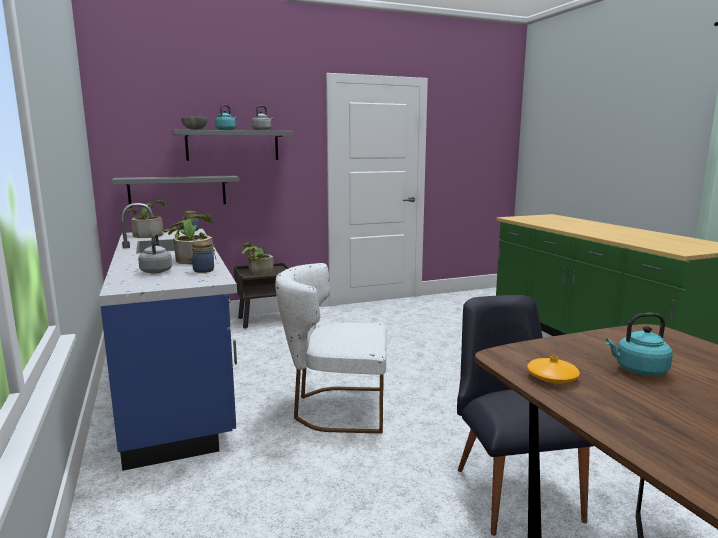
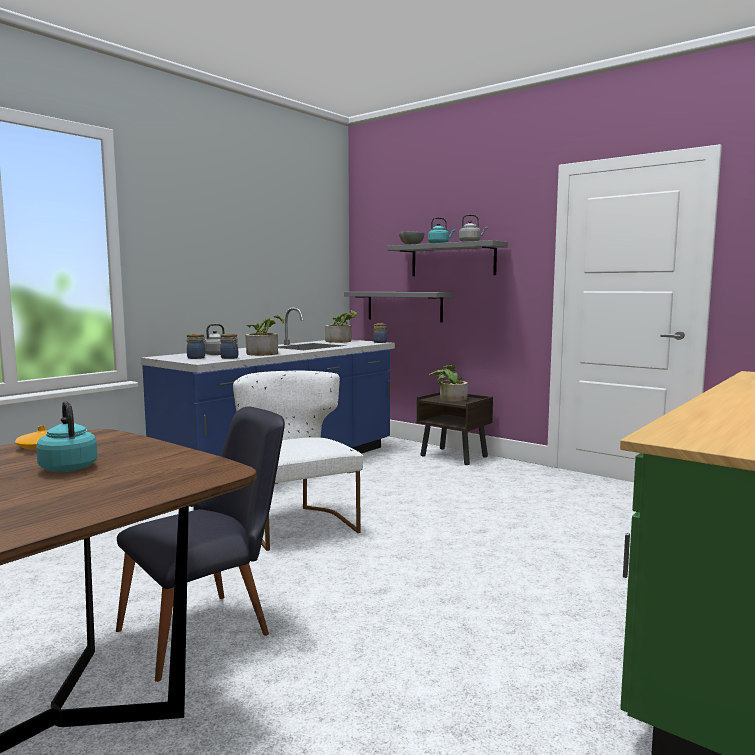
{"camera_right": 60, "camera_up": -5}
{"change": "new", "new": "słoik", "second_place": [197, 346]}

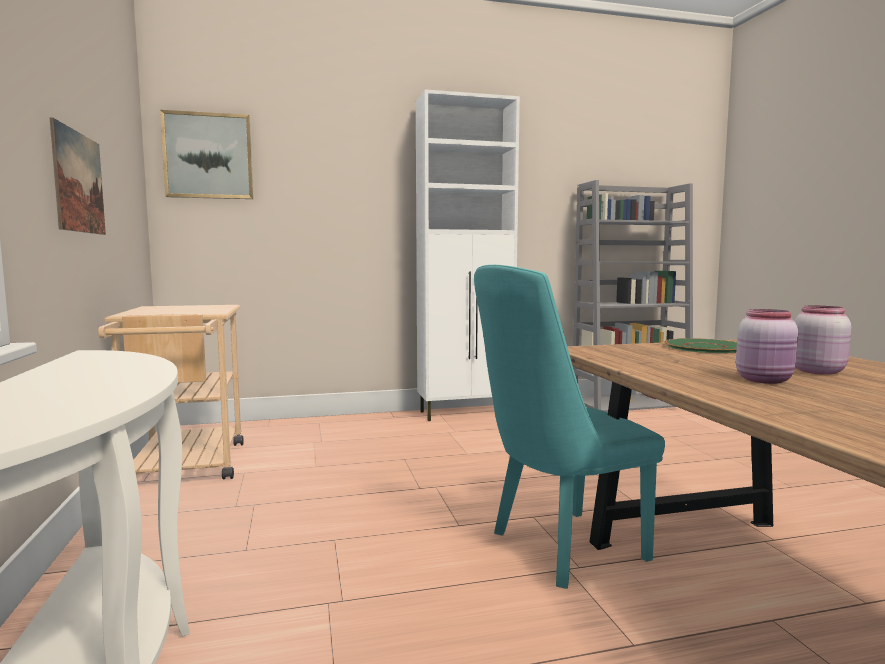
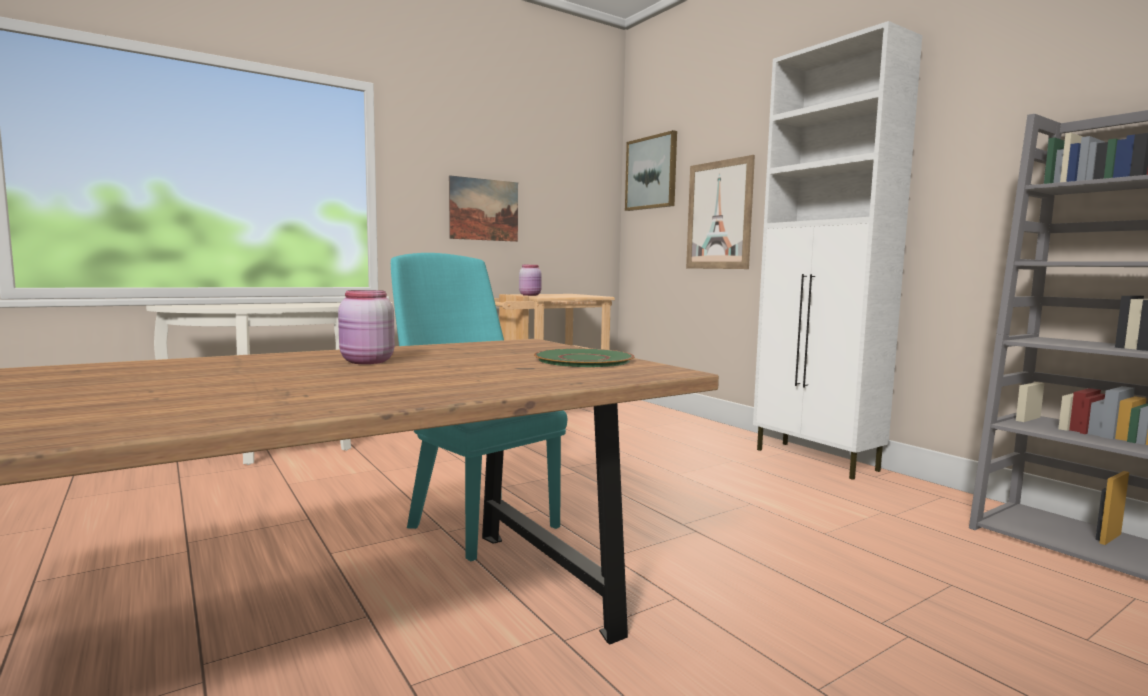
{"camera_right": 70, "camera_up": 0}
{"change": "shifted", "old": "słoik [różowy]", "first_place": [822, 340], "second_place": [530, 280]}
{"change": "new", "new": "obraz", "second_place": [720, 212]}

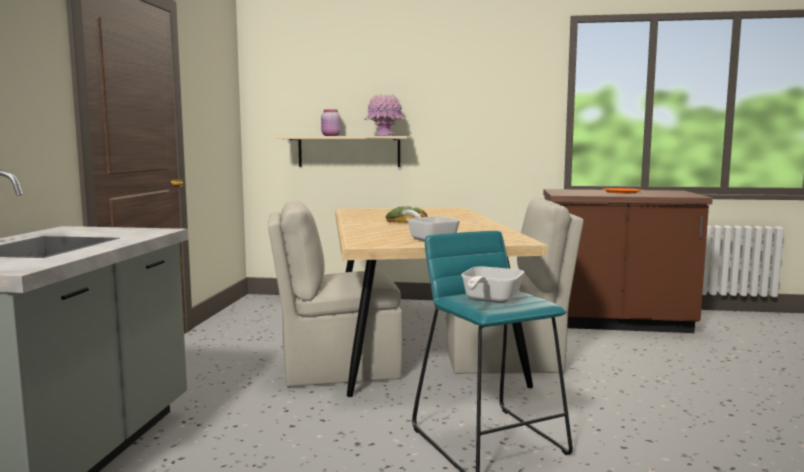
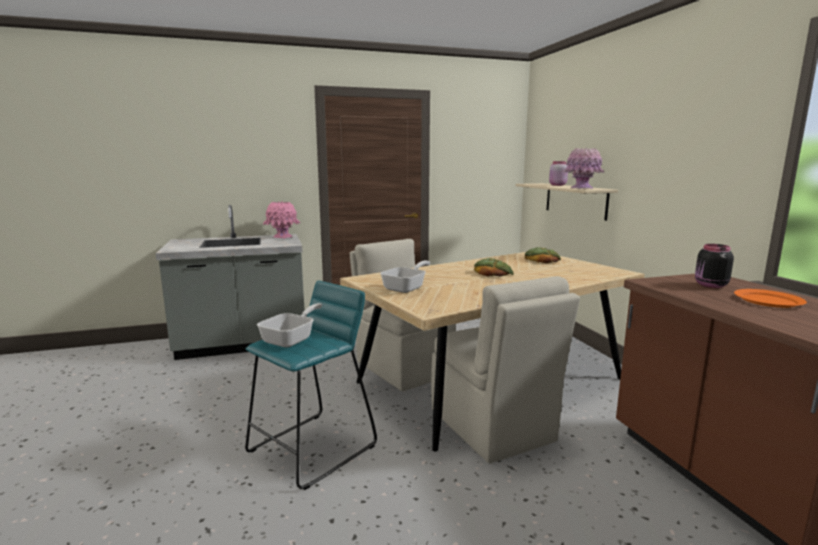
{"camera_right": 65, "camera_up": 5}
{"change": "rotated", "old": "patelnia", "first_place": [492, 284], "second_place": [290, 325], "degrees": 120}
{"change": "new", "new": "wazon [różowy]", "second_place": [281, 220]}
{"change": "new", "new": "chleb", "second_place": [543, 255]}
{"change": "new", "new": "słoik [czarny]", "second_place": [714, 266]}

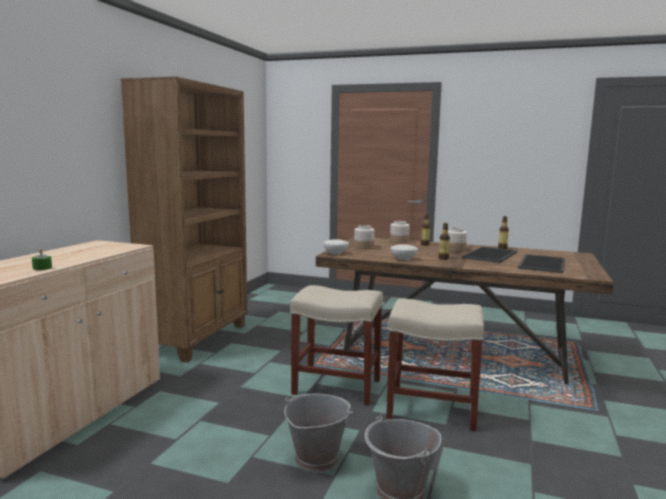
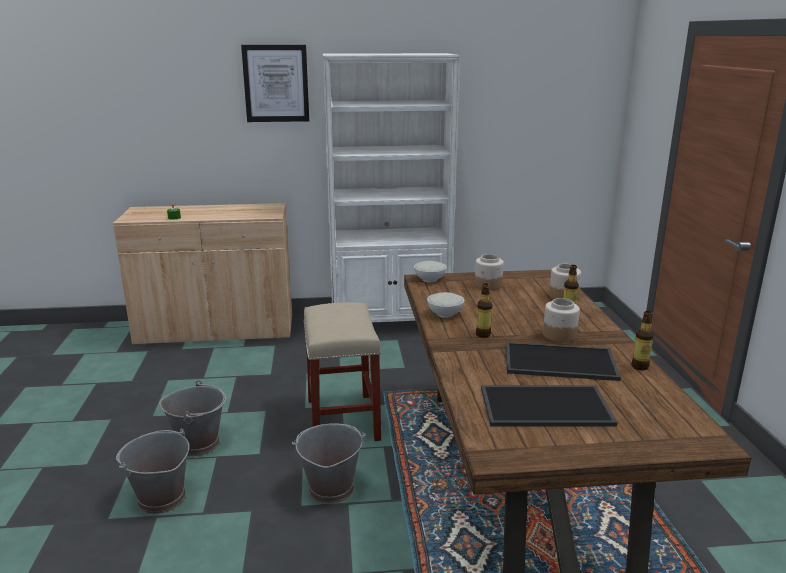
{"camera_right": 65, "camera_up": 10}
{"change": "repainted", "old": "regał [brązowy]", "new": "regał [biały]", "first_place": [183, 219], "second_place": [391, 187]}
{"change": "swapped", "old": "stołek [beżowy]", "new": "wiadro [szary]", "first_place": [435, 364], "second_place": [329, 463]}
{"change": "new", "new": "obraz", "second_place": [275, 83]}

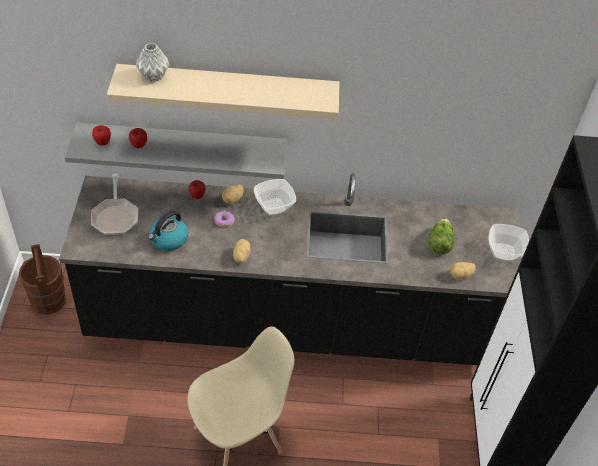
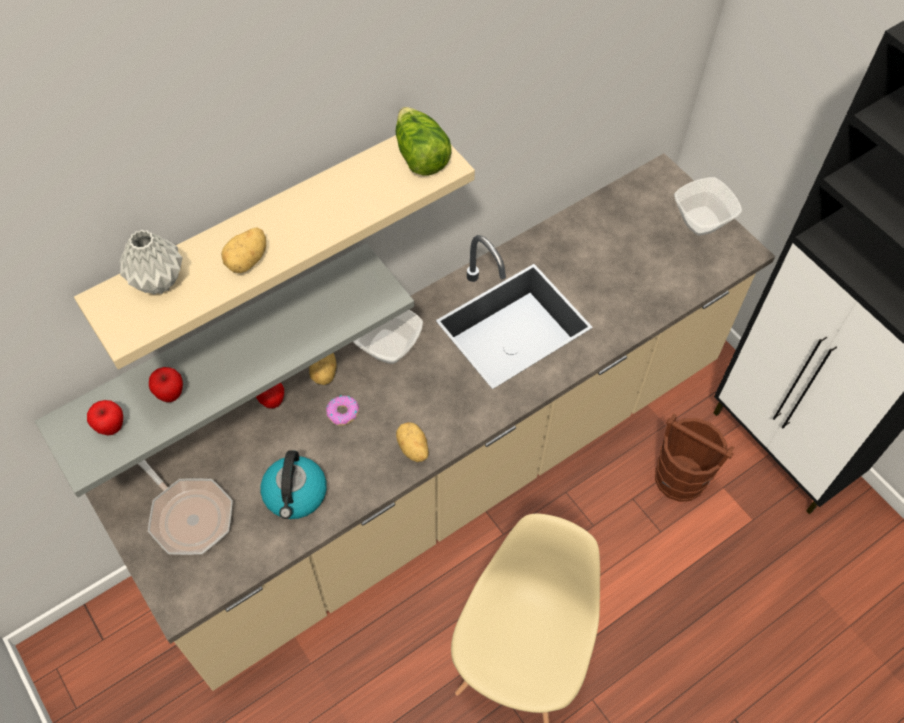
{"camera_right": -35, "camera_up": 10}
{"change": "shifted", "old": "wiadro [brązowy]", "first_place": [42, 279], "second_place": [695, 457]}
{"change": "repainted", "old": "zabudowa kuchenna [czarny]", "new": "zabudowa kuchenna [beżowy]", "first_place": [291, 269], "second_place": [430, 422]}
{"change": "shifted", "old": "sałata", "first_place": [441, 236], "second_place": [424, 141]}
{"change": "shifted", "old": "ziemniak", "first_place": [463, 270], "second_place": [243, 250]}

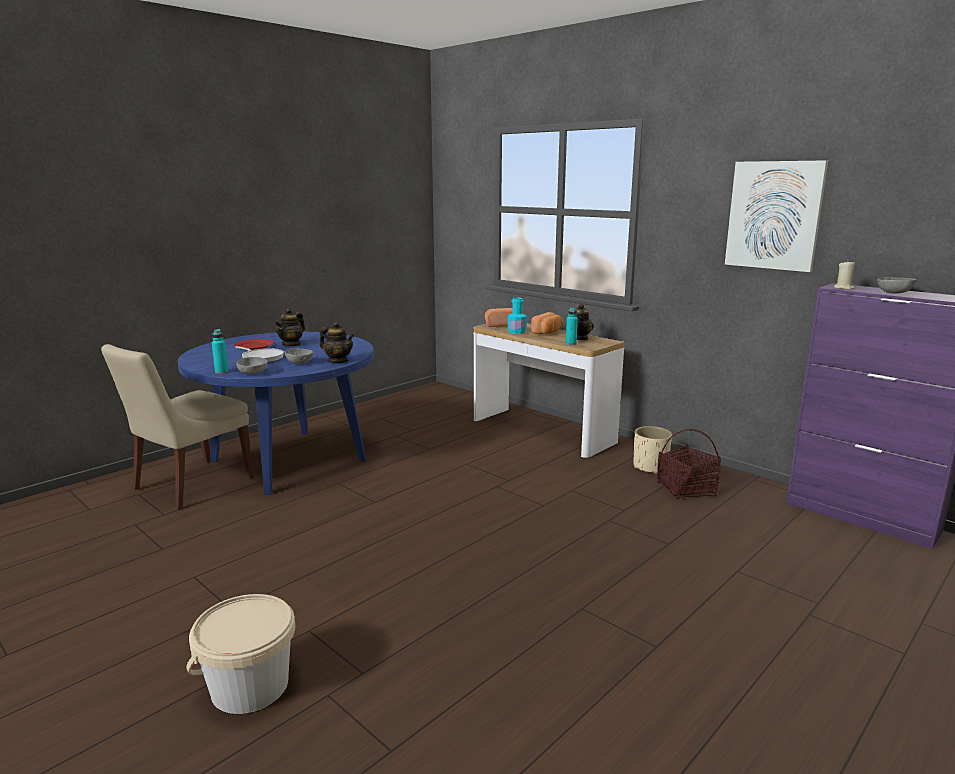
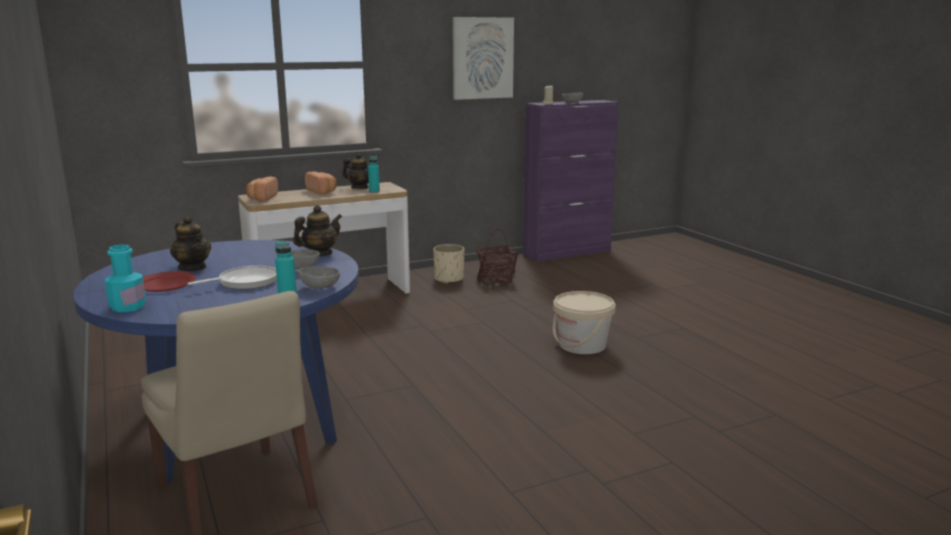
{"camera_right": -70, "camera_up": 0}
{"change": "shifted", "old": "wiadro [beżowy]", "first_place": [240, 654], "second_place": [584, 322]}
{"change": "shifted", "old": "butelka [turkusowy]", "first_place": [517, 316], "second_place": [125, 278]}

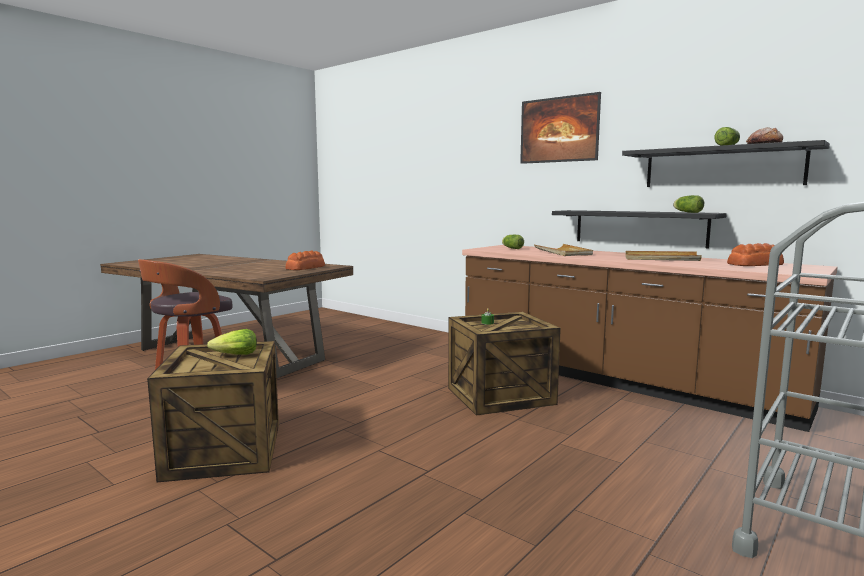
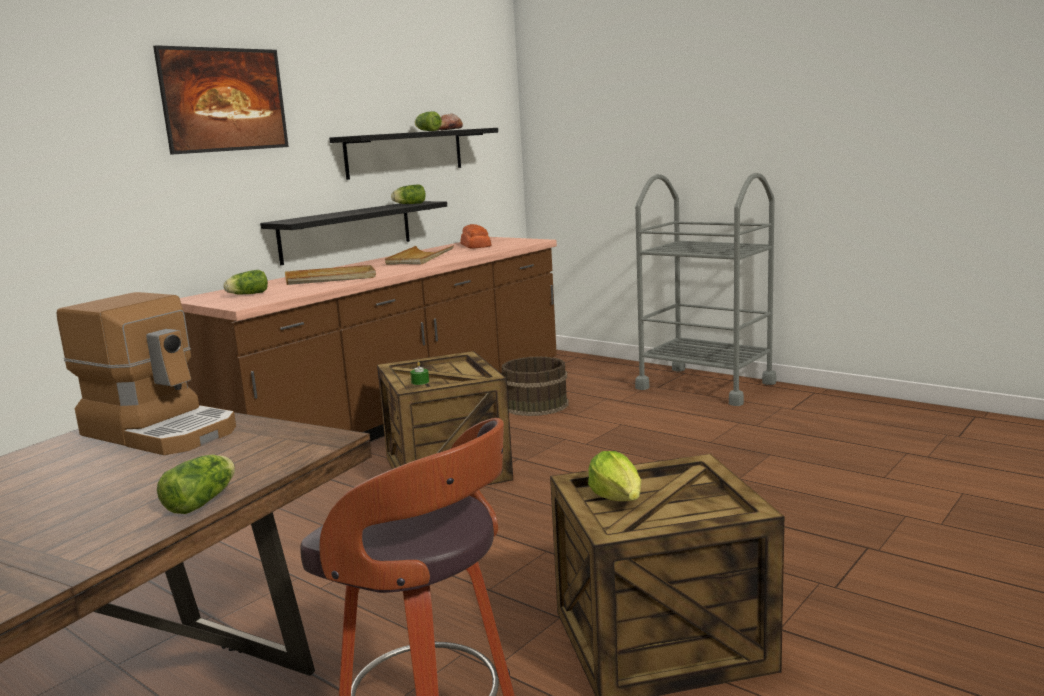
{"camera_right": -90, "camera_up": 5}
{"change": "swapped", "old": "chleb", "new": "ekspres do kawy", "first_place": [305, 260], "second_place": [146, 373]}
{"change": "new", "new": "sałata", "second_place": [196, 484]}
{"change": "new", "new": "wiadro [brązowy]", "second_place": [535, 386]}

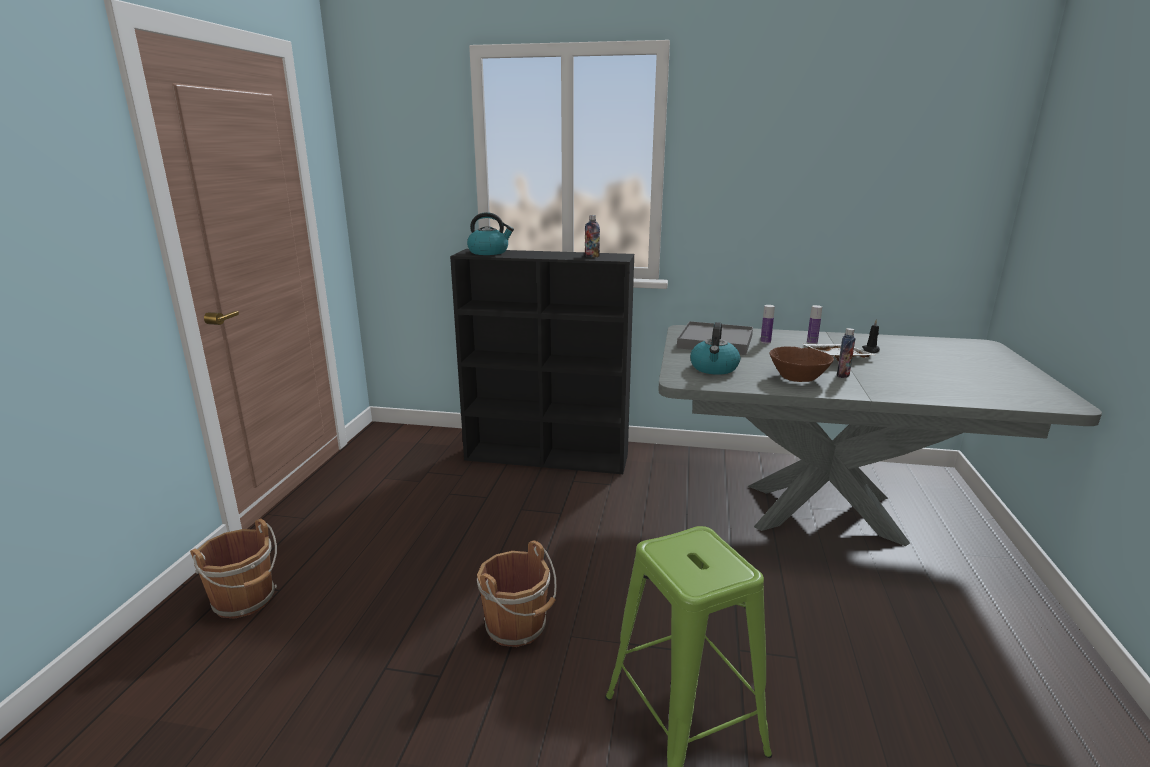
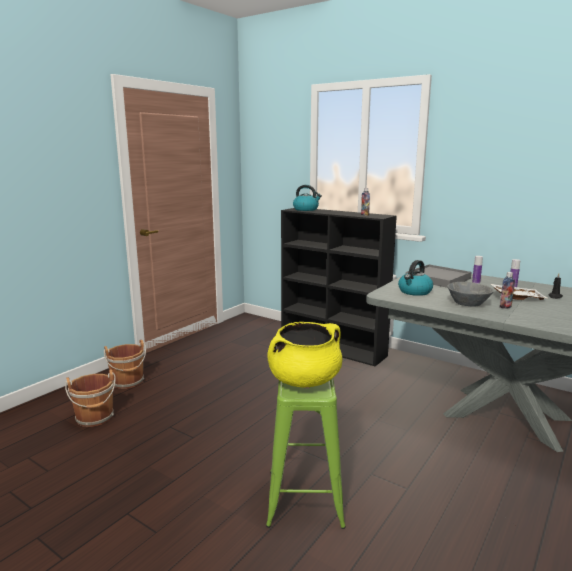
{"camera_right": 25, "camera_up": -5}
{"change": "shifted", "old": "wiadro [brązowy]", "first_place": [517, 594], "second_place": [90, 398]}
{"change": "repainted", "old": "miska [brązowy]", "new": "miska [szary]", "first_place": [801, 364], "second_place": [470, 294]}
{"change": "new", "new": "garnek [żółty]", "second_place": [304, 355]}

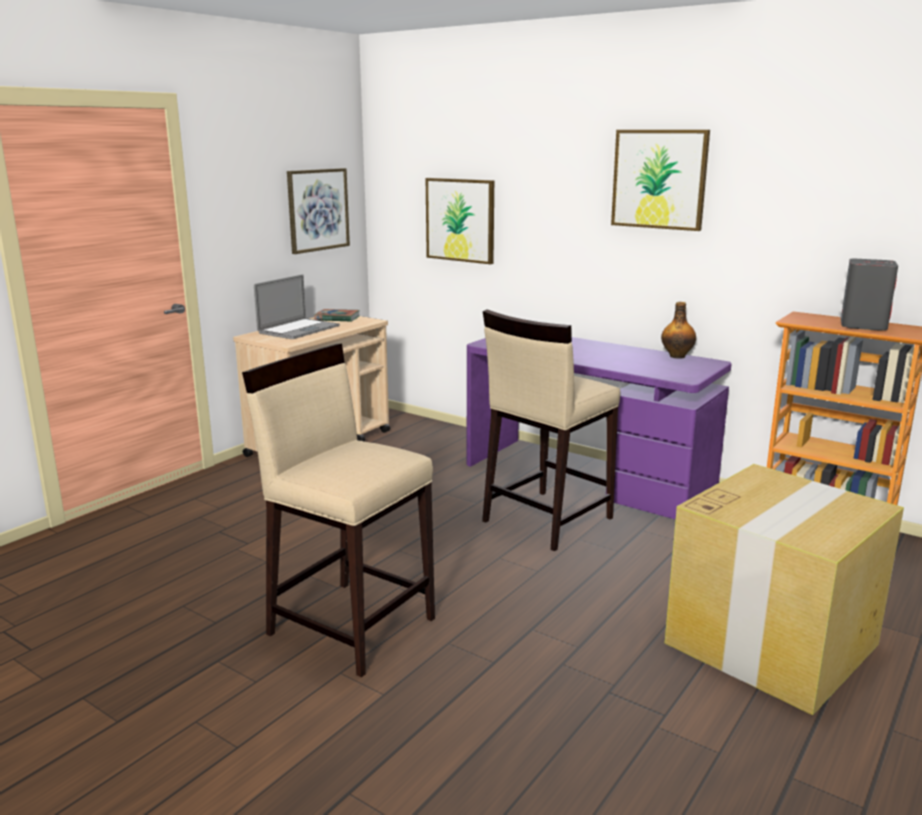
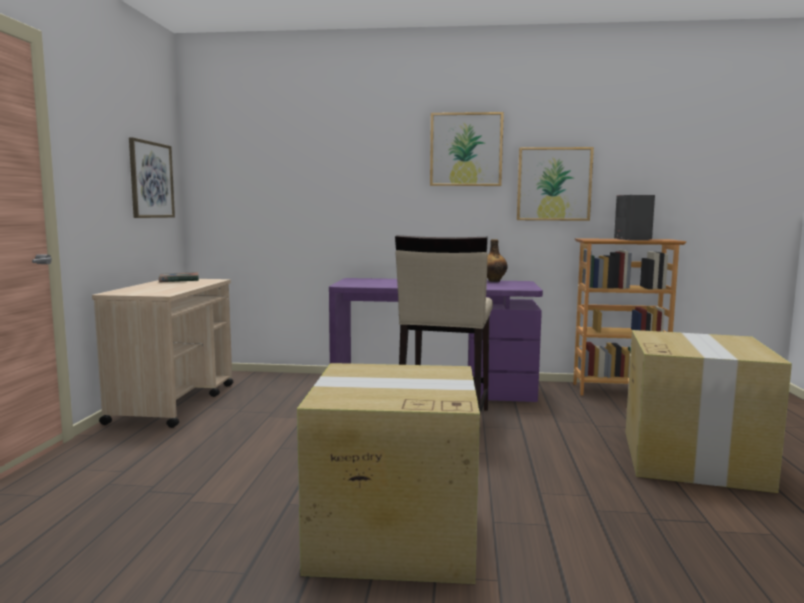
{"camera_right": -30, "camera_up": -10}
{"change": "swapped", "old": "stołek [beżowy]", "new": "karton", "first_place": [338, 510], "second_place": [388, 473]}
{"change": "gone", "old": "laptop", "first_place": [297, 306]}
{"change": "shifted", "old": "obraz", "first_place": [460, 221], "second_place": [555, 184]}

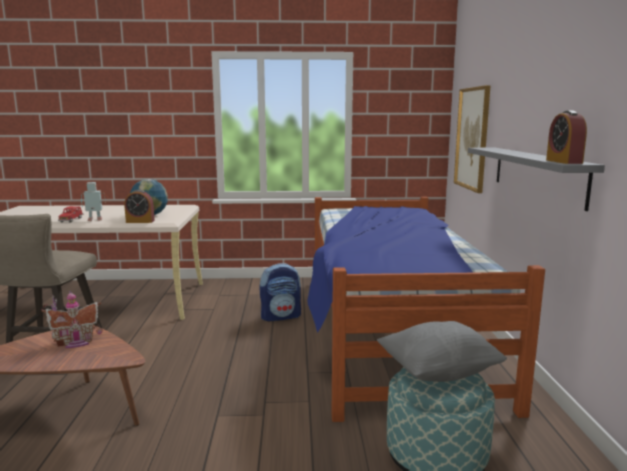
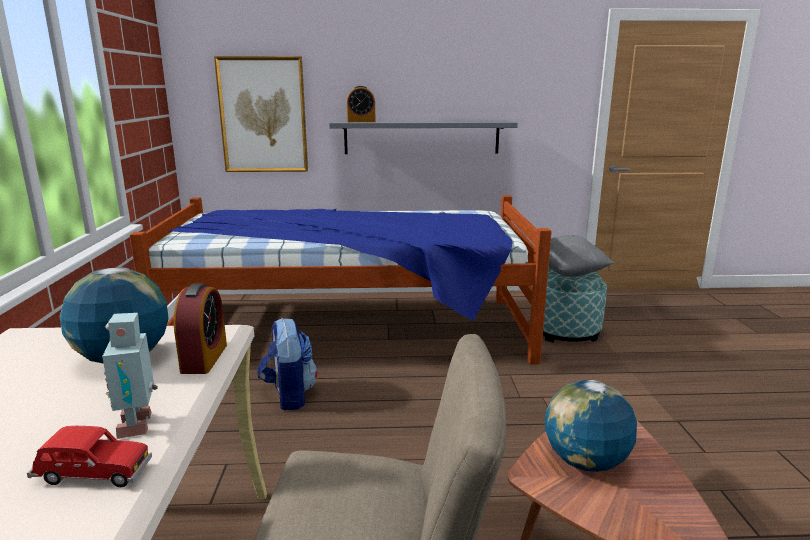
{"camera_right": -90, "camera_up": 5}
{"change": "swapped", "old": "domek", "new": "globus", "first_place": [72, 319], "second_place": [591, 426]}
{"change": "shifted", "old": "budzik", "first_place": [566, 137], "second_place": [361, 103]}

